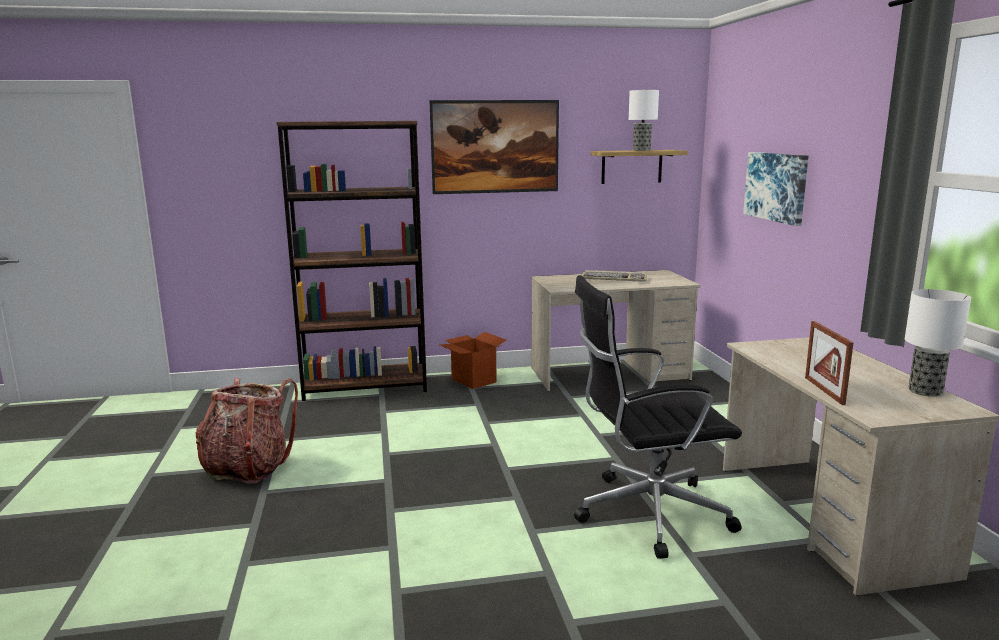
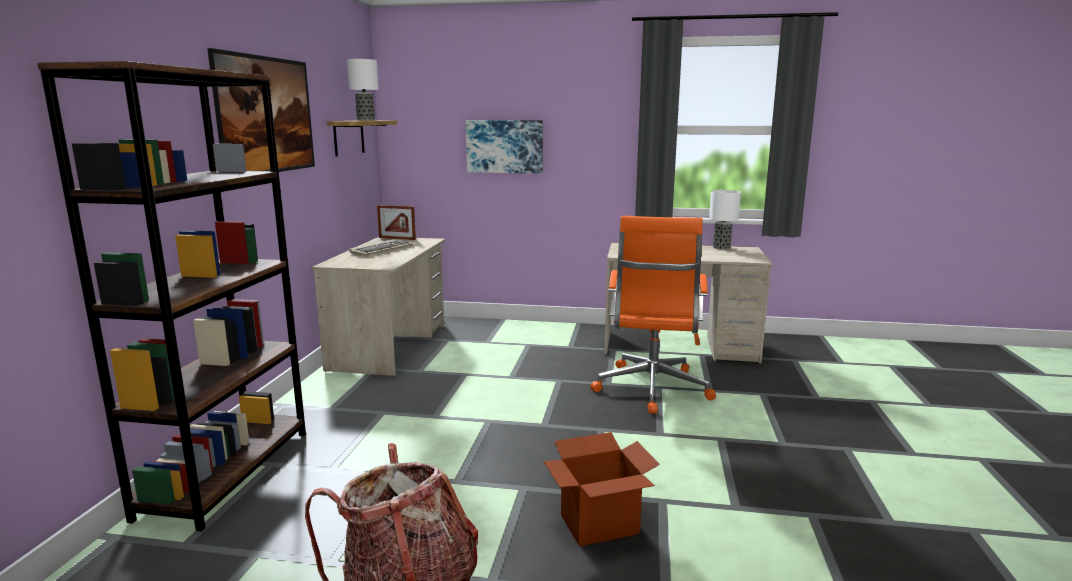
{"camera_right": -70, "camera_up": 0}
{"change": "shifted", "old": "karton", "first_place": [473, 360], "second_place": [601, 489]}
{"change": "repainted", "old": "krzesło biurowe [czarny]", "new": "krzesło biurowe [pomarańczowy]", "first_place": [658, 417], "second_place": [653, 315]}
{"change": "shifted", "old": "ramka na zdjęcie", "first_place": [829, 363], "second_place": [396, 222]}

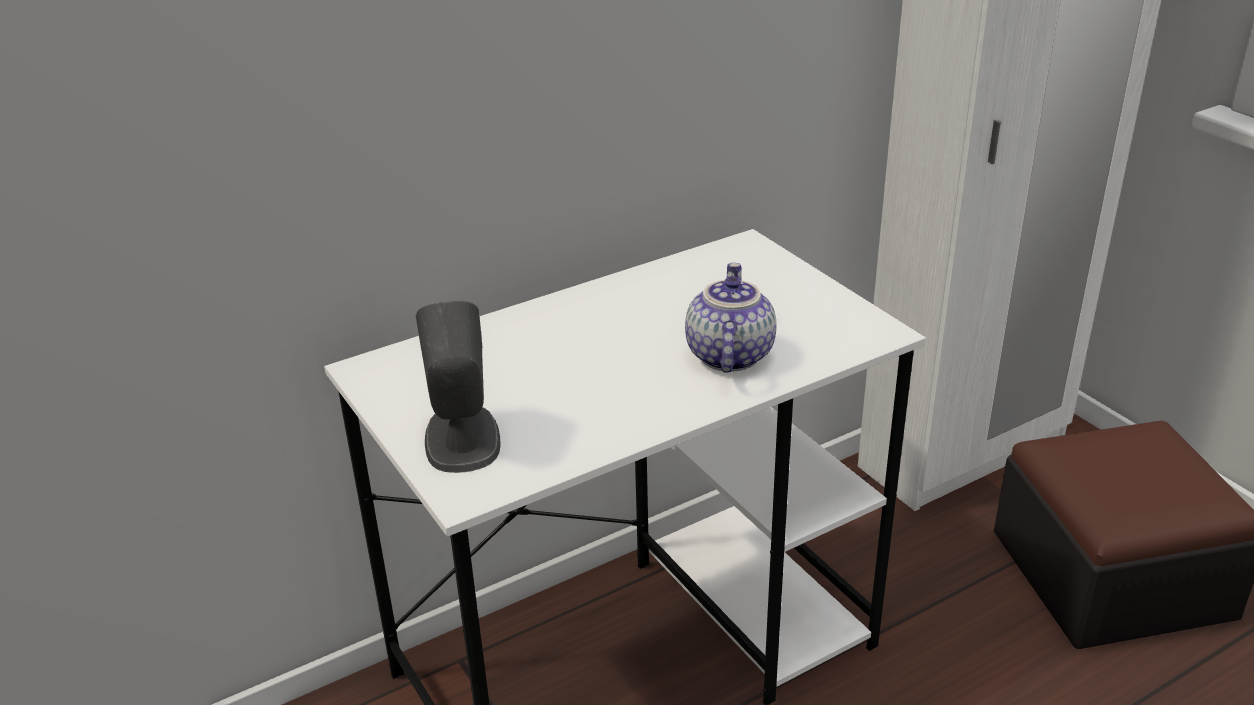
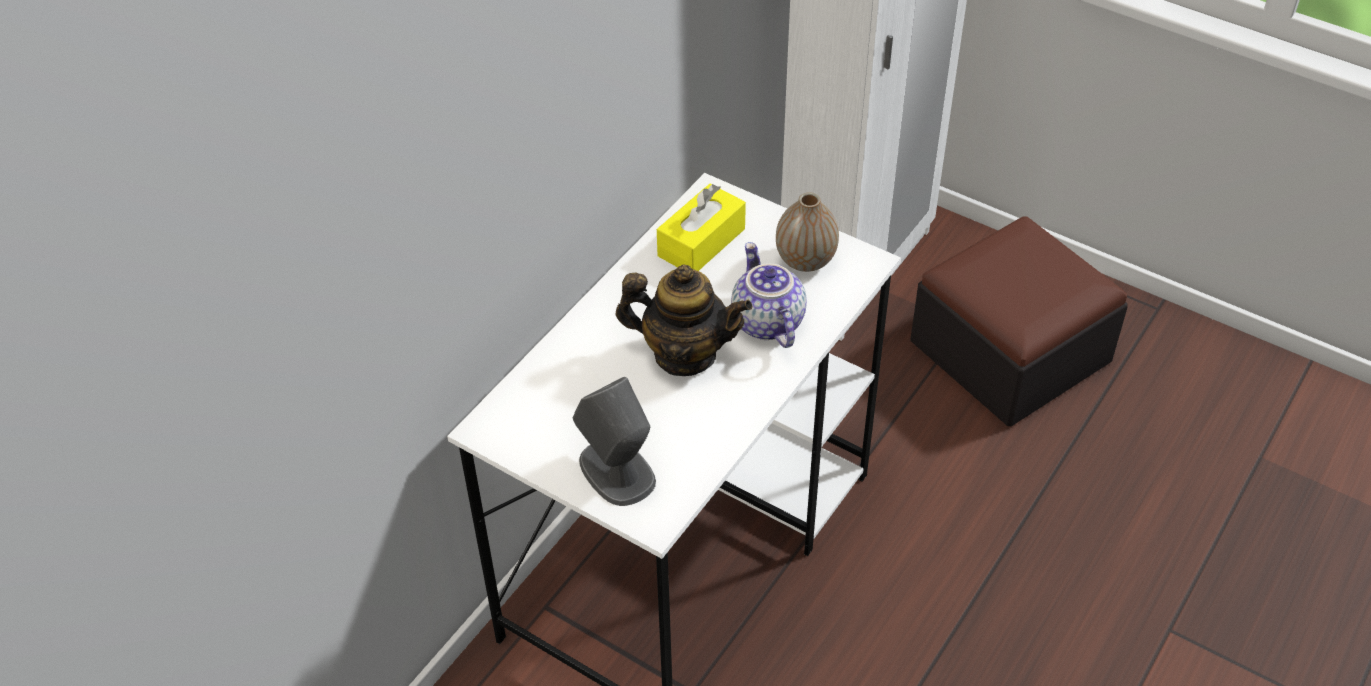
{"camera_right": -25, "camera_up": 15}
{"change": "new", "new": "imbryk", "second_place": [683, 320]}
{"change": "new", "new": "pudełko chusteczek [żółty]", "second_place": [701, 227]}
{"change": "new", "new": "wazon", "second_place": [807, 232]}

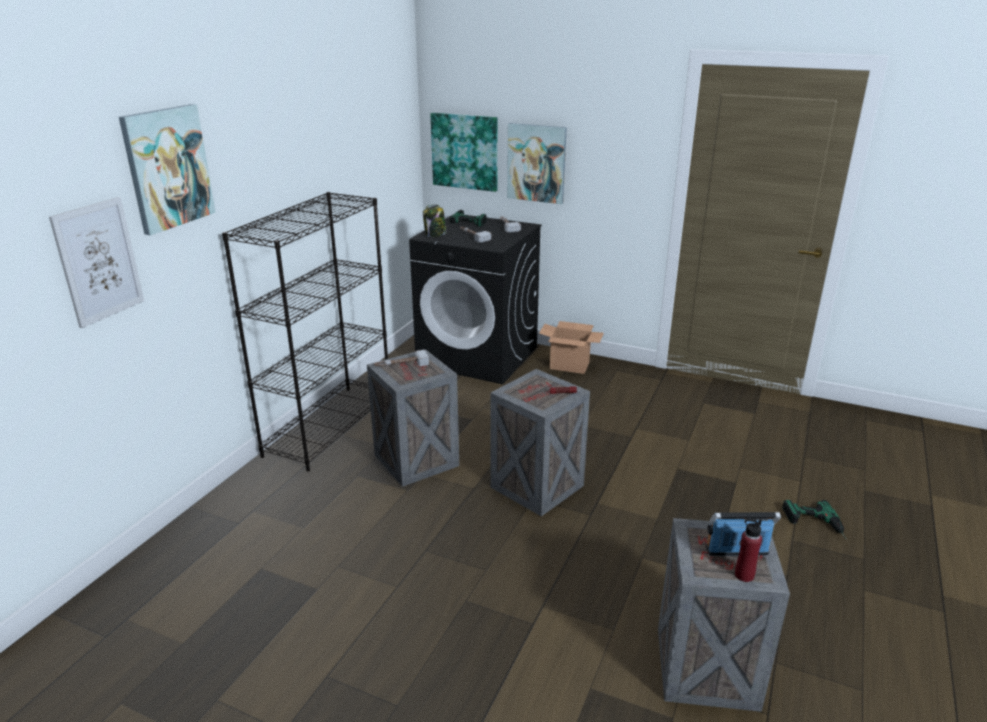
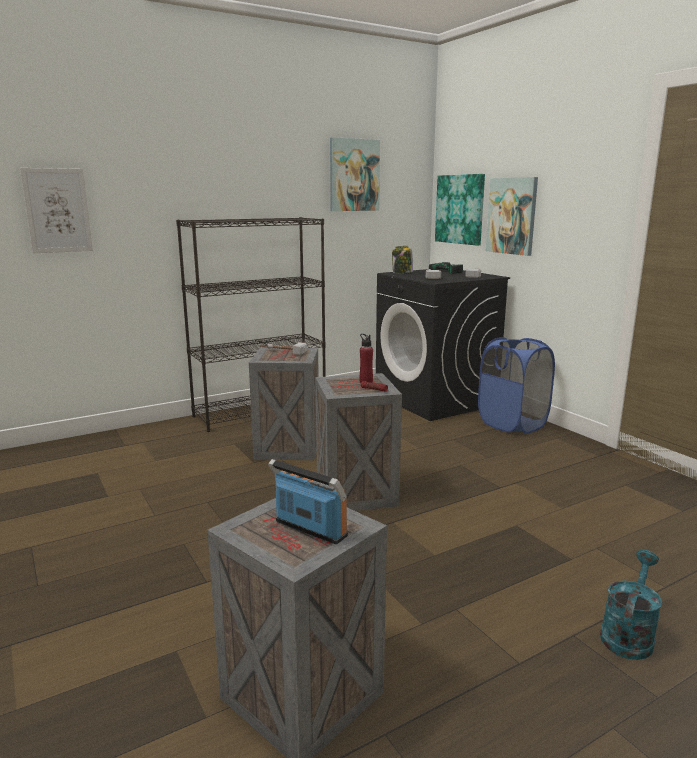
{"camera_right": 35, "camera_up": -10}
{"change": "shifted", "old": "obraz", "first_place": [167, 169], "second_place": [355, 174]}
{"change": "swapped", "old": "karton", "new": "kosz na pranie [niebieski]", "first_place": [571, 347], "second_place": [516, 385]}
{"change": "shifted", "old": "butelka [czerwony]", "first_place": [748, 550], "second_place": [366, 358]}
{"change": "swapped", "old": "wiertarka", "new": "konewka [turkusowy]", "first_place": [814, 520], "second_place": [631, 605]}

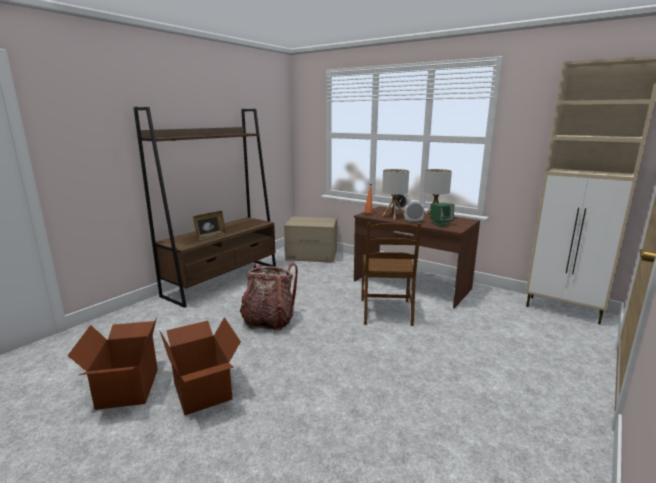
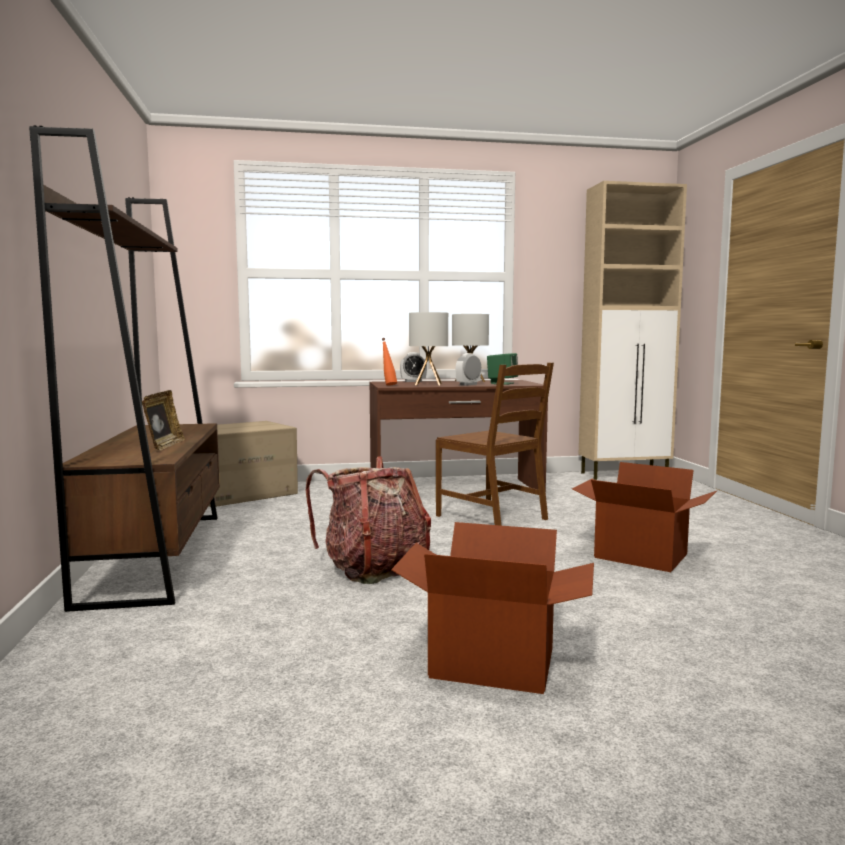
{"camera_right": -45, "camera_up": -10}
{"change": "shifted", "old": "karton", "first_place": [112, 363], "second_place": [644, 517]}

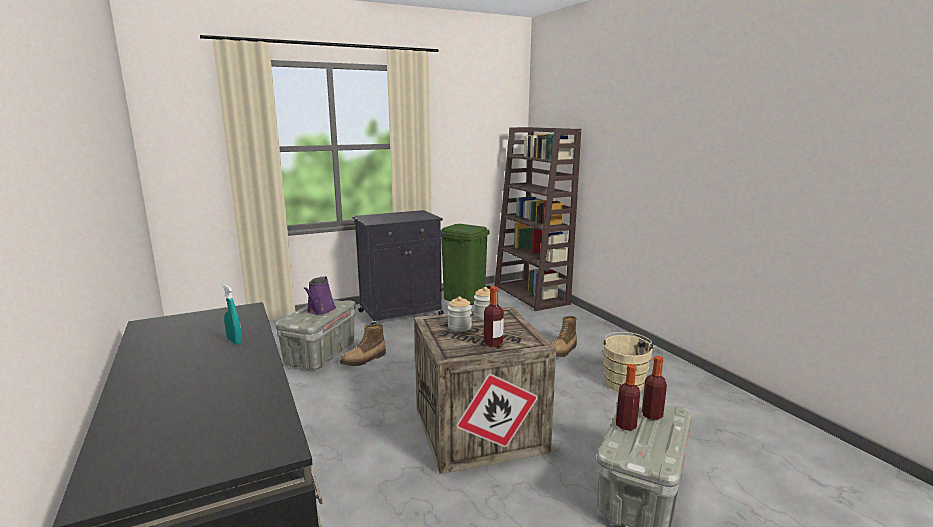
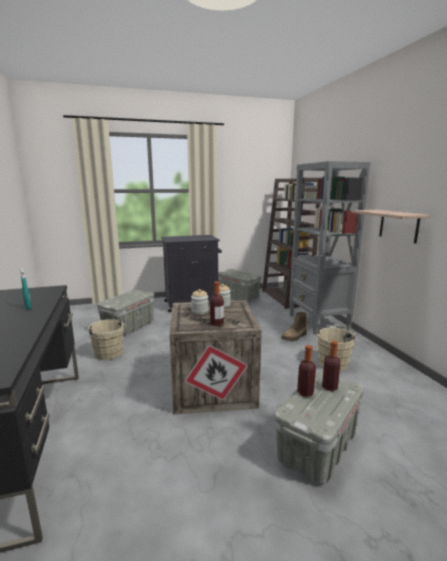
{"camera_right": 10, "camera_up": 0}
{"change": "gone", "old": "konewka [fioletowy]", "first_place": [319, 295]}
{"change": "gone", "old": "but z cholewką", "first_place": [363, 345]}
{"change": "swapped", "old": "kosz na śmieci [zielony]", "new": "pojemnik do przechowywania [szary]", "first_place": [466, 264], "second_place": [240, 285]}
{"change": "new", "new": "wiadro [beżowy]", "second_place": [107, 339]}
{"change": "new", "new": "regał [szary]", "second_place": [330, 248]}
{"change": "new", "new": "półka", "second_place": [390, 226]}

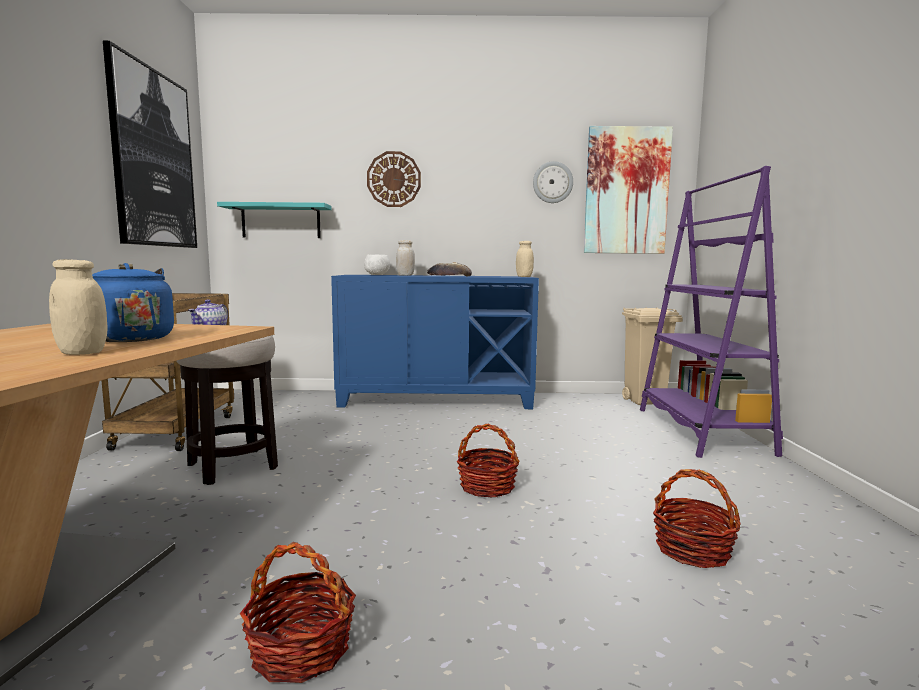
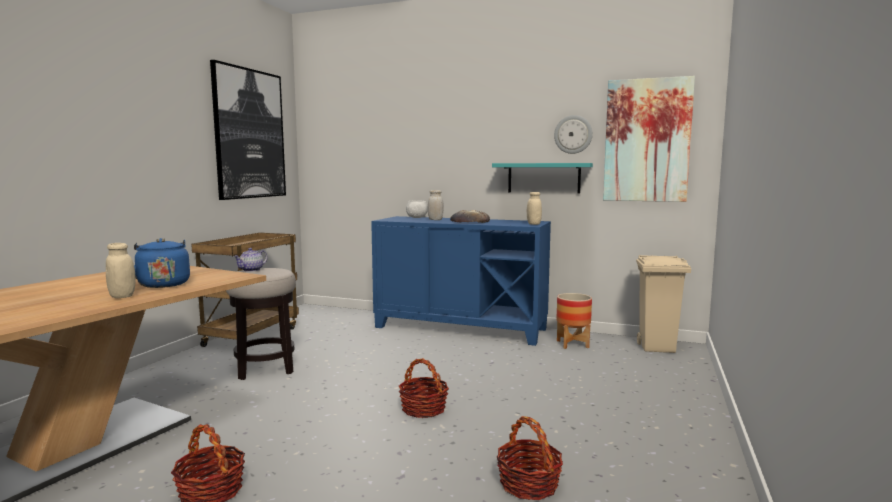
{"camera_right": 20, "camera_up": 0}
{"change": "shifted", "old": "półka [turkusowy]", "first_place": [274, 220], "second_place": [542, 178]}
{"change": "gone", "old": "zegar ścienny", "first_place": [394, 179]}
{"change": "gone", "old": "regał [fioletowy]", "first_place": [711, 312]}
{"change": "new", "new": "donica", "second_place": [574, 321]}

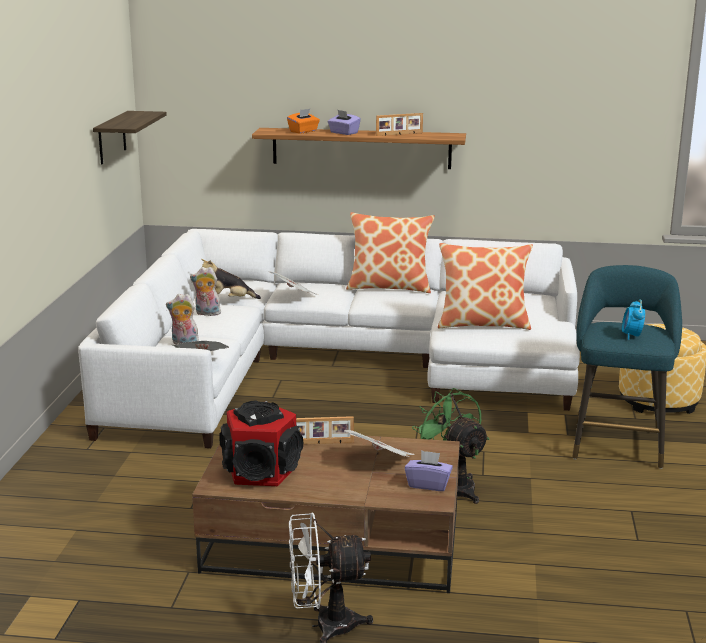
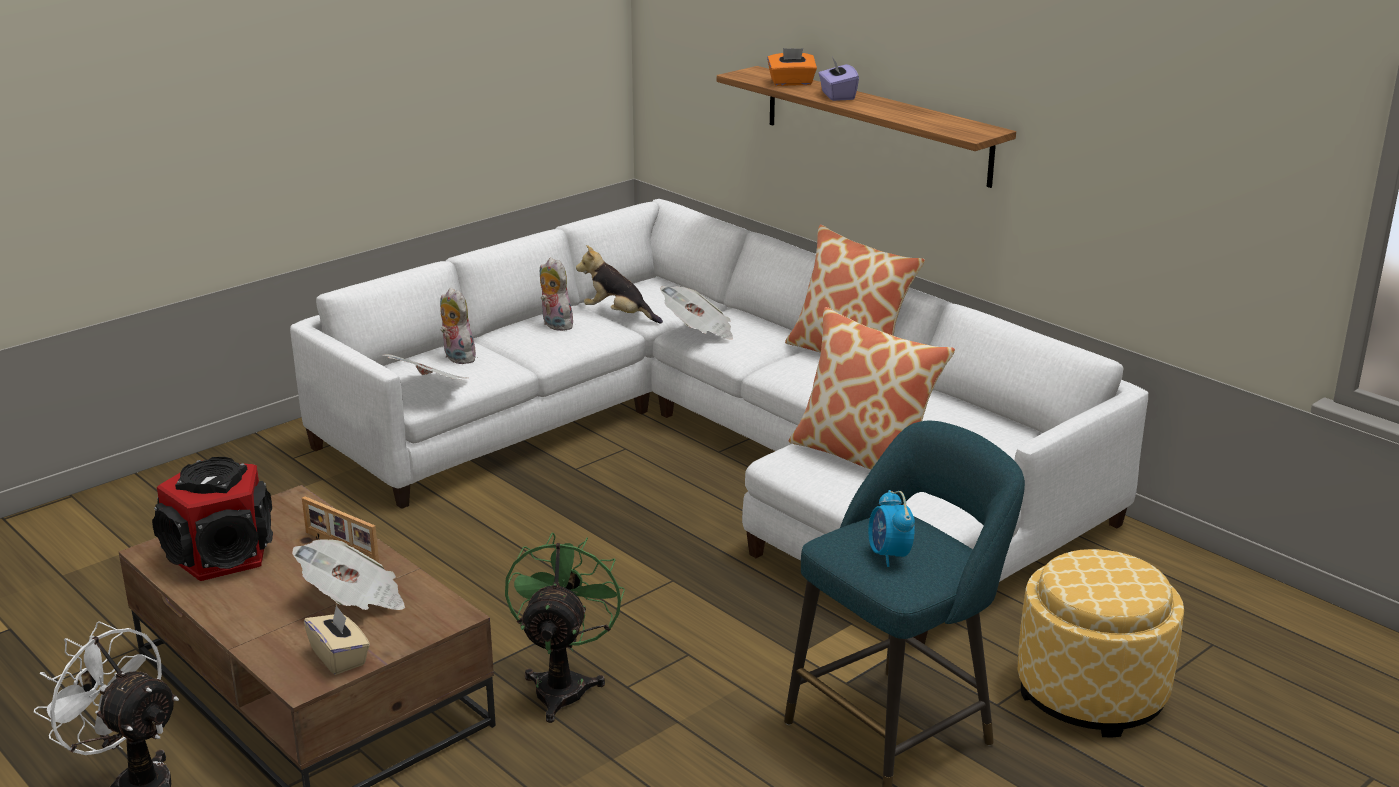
{"camera_right": 40, "camera_up": 5}
{"change": "gone", "old": "półka", "first_place": [130, 137]}
{"change": "gone", "old": "ramka na zdjęcie", "first_place": [399, 124]}
{"change": "repainted", "old": "pudełko chusteczek [fioletowy]", "new": "pudełko chusteczek [beżowy]", "first_place": [429, 470], "second_place": [337, 639]}
{"change": "rotated", "old": "budzik", "first_place": [633, 319], "second_place": [891, 528], "degrees": -60}

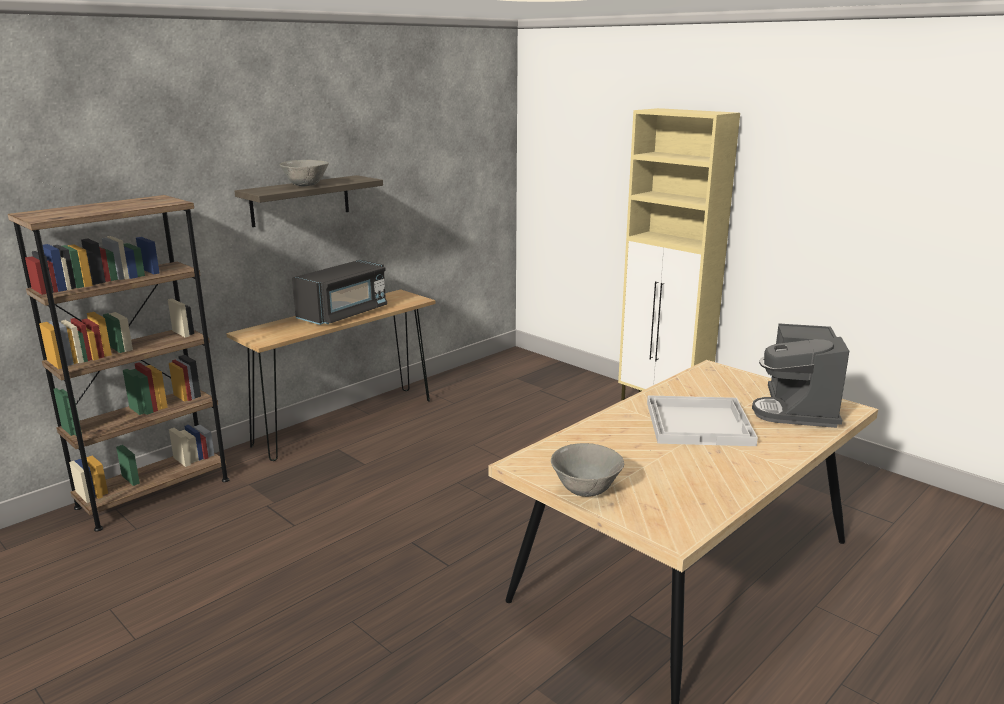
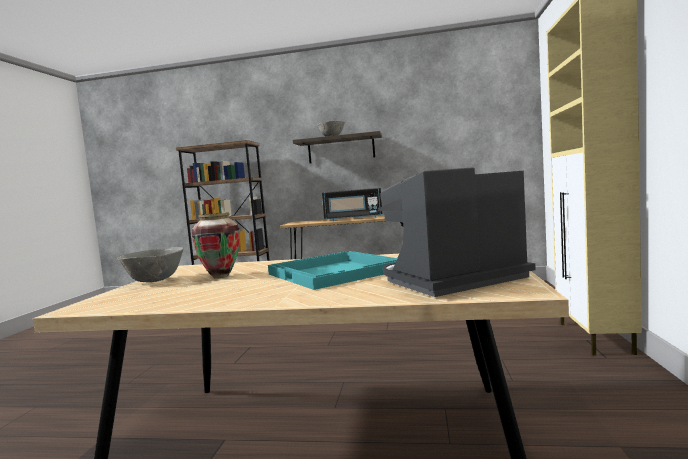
{"camera_right": 55, "camera_up": -15}
{"change": "repainted", "old": "taca [biały]", "new": "taca [turkusowy]", "first_place": [702, 420], "second_place": [332, 270]}
{"change": "new", "new": "wazon", "second_place": [216, 246]}

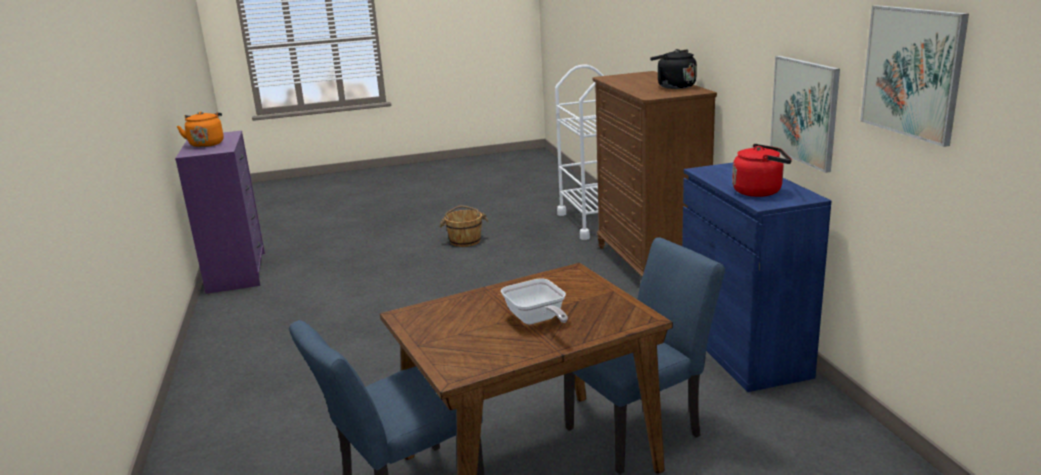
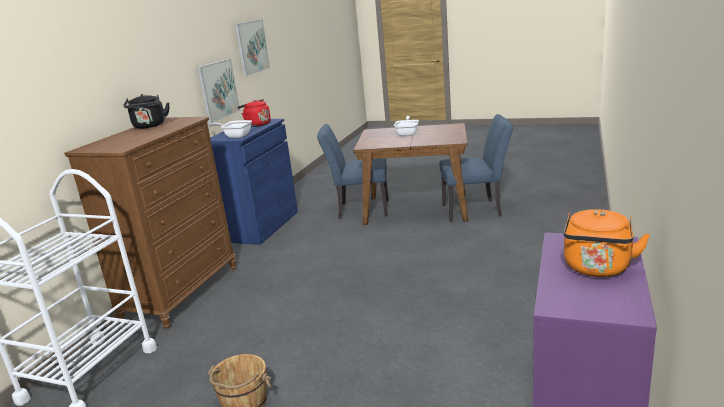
{"camera_right": -145, "camera_up": 0}
{"change": "new", "new": "patelnia", "second_place": [230, 129]}

